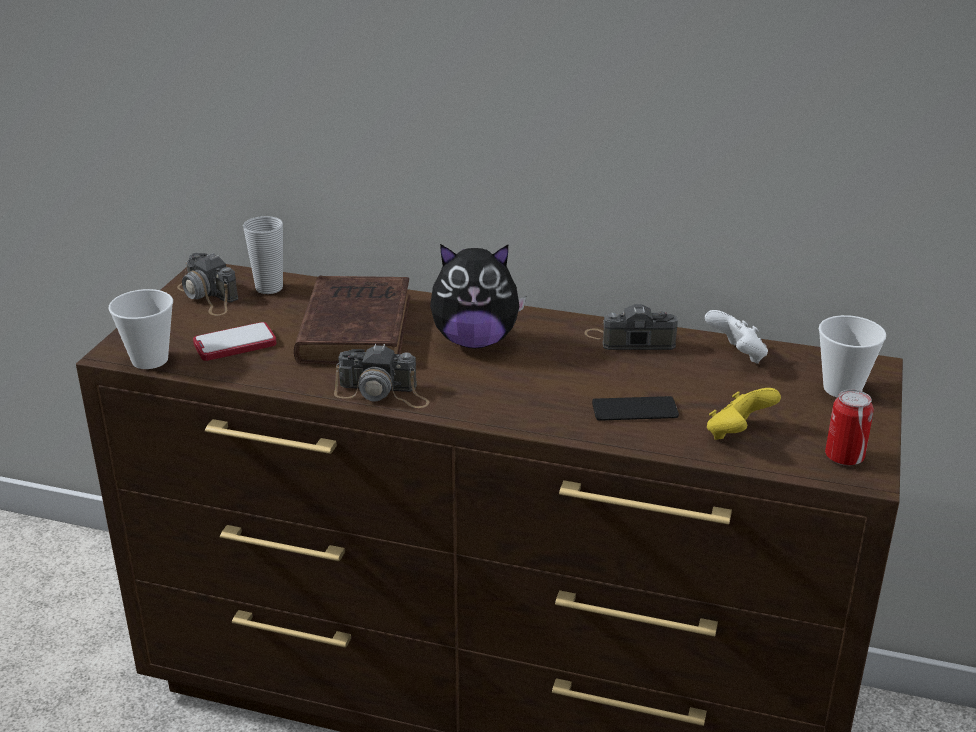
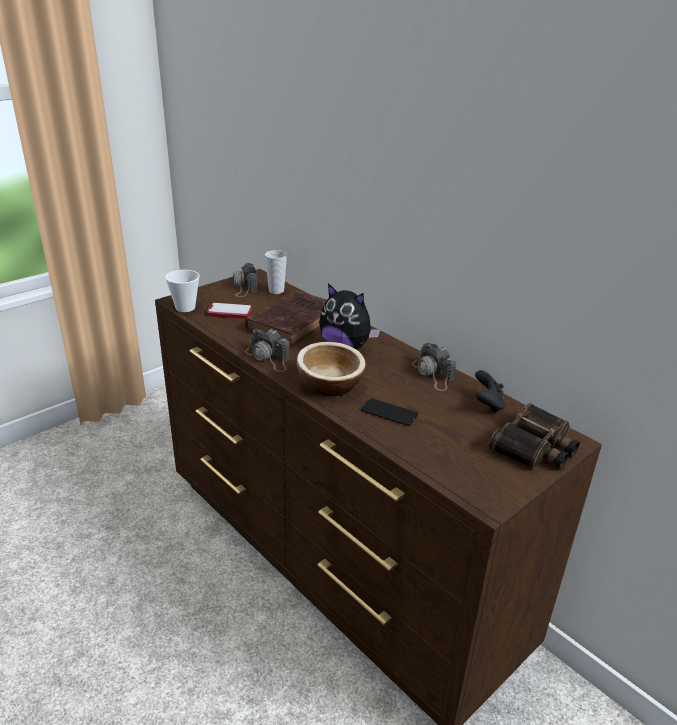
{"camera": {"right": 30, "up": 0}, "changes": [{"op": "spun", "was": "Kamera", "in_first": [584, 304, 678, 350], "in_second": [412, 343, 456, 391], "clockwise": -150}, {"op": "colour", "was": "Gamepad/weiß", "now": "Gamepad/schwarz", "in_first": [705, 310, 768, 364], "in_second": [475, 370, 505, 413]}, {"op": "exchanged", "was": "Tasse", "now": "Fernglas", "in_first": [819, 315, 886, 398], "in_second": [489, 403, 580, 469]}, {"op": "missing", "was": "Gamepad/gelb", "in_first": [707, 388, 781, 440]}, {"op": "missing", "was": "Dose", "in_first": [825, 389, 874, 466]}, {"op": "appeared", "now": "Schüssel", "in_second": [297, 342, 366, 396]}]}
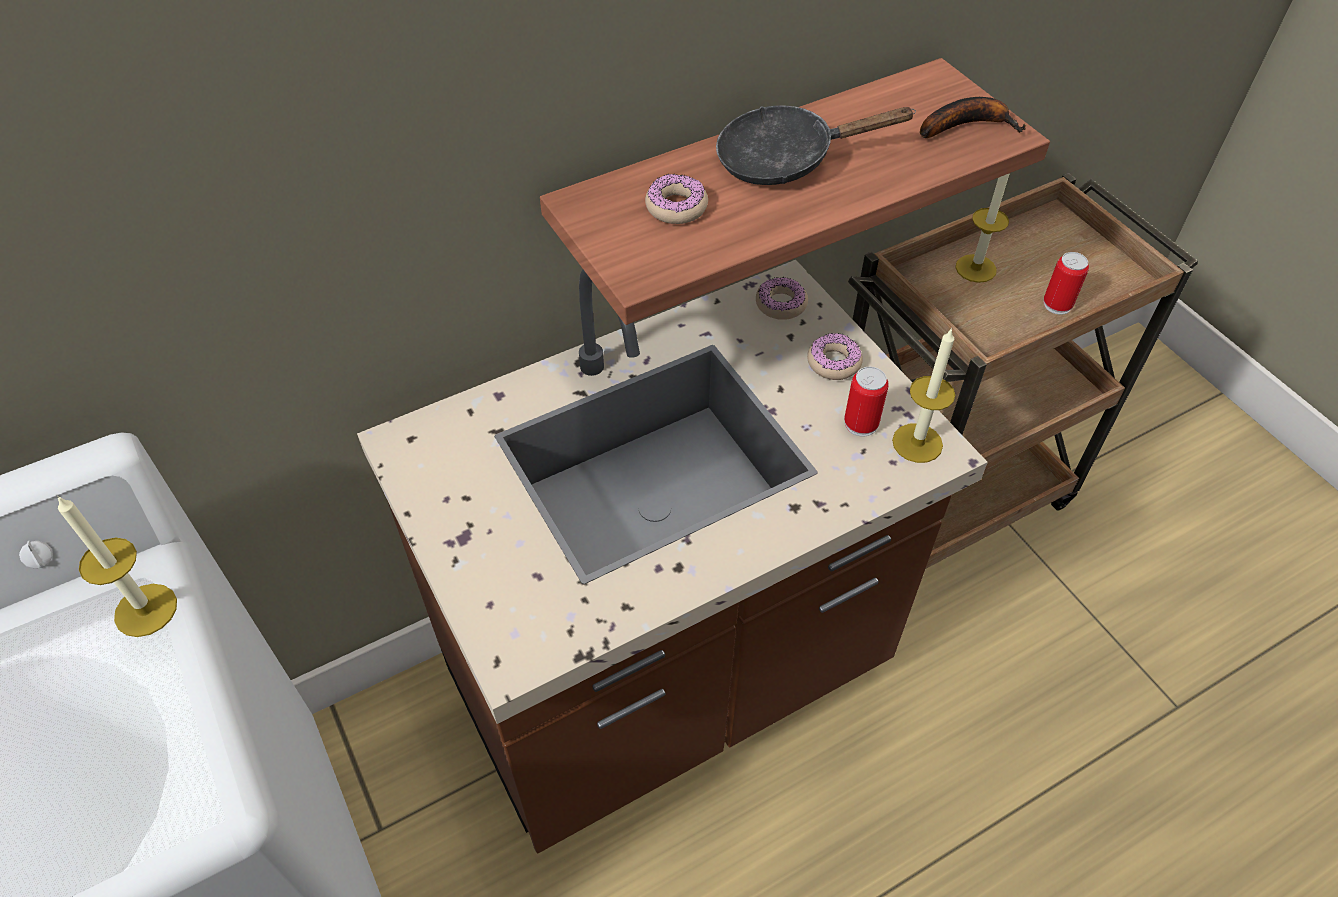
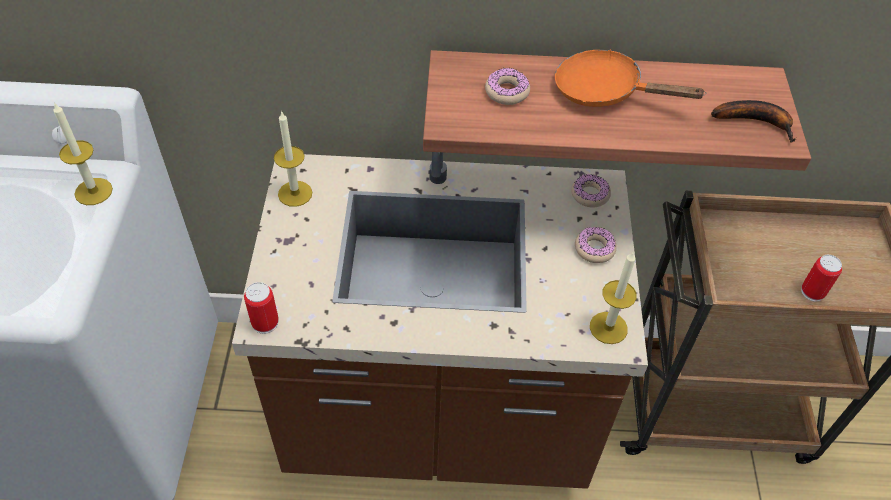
{"camera": {"right": 30, "up": 0}, "changes": [{"op": "colour", "was": "Pfanne/schwarz", "now": "Pfanne/orange", "in_first": [716, 105, 916, 185], "in_second": [555, 49, 706, 107]}, {"op": "relocated", "was": "Kerze", "in_first": [956, 173, 1010, 283], "in_second": [274, 111, 312, 207]}, {"op": "relocated", "was": "Dose", "in_first": [844, 367, 889, 437], "in_second": [244, 282, 279, 334]}]}
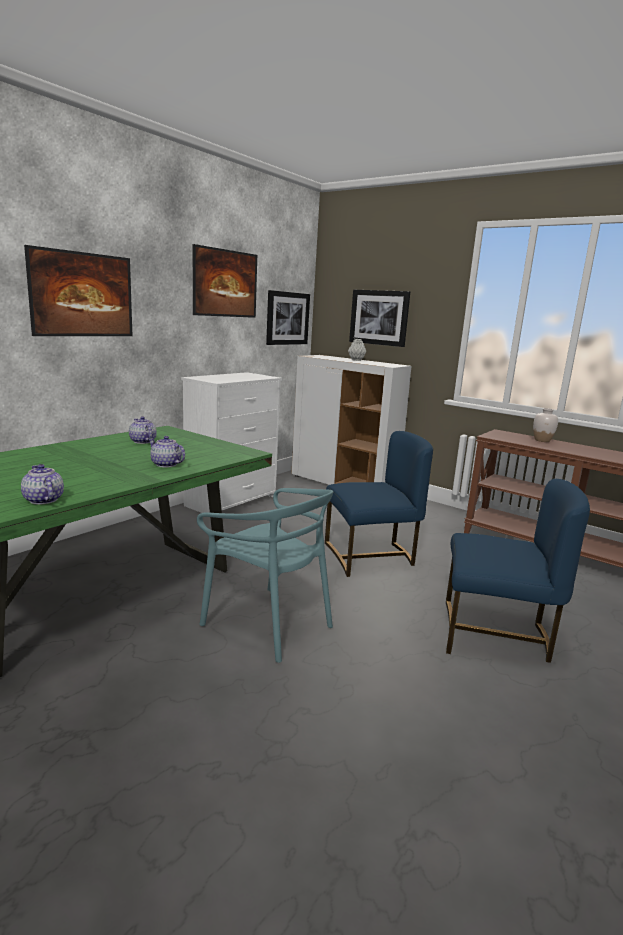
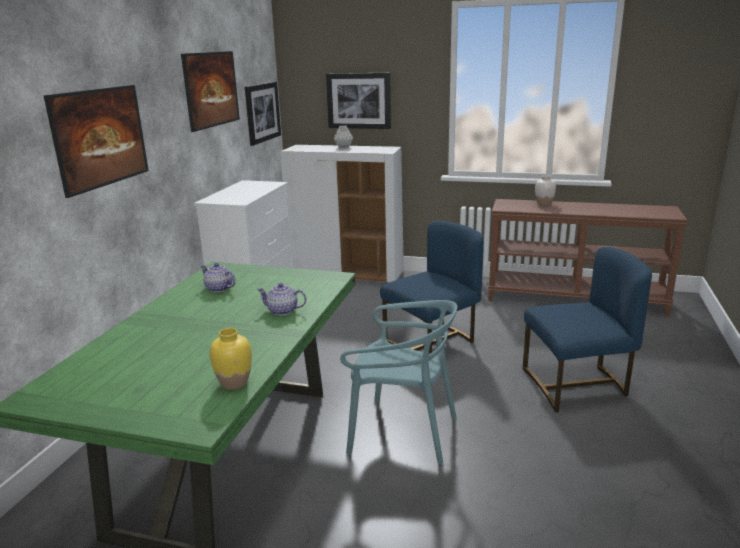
{"camera": {"right": -20, "up": 5}, "changes": [{"op": "exchanged", "was": "Teekanne", "now": "Vase/gelb", "in_first": [21, 464, 64, 504], "in_second": [210, 328, 252, 390]}]}
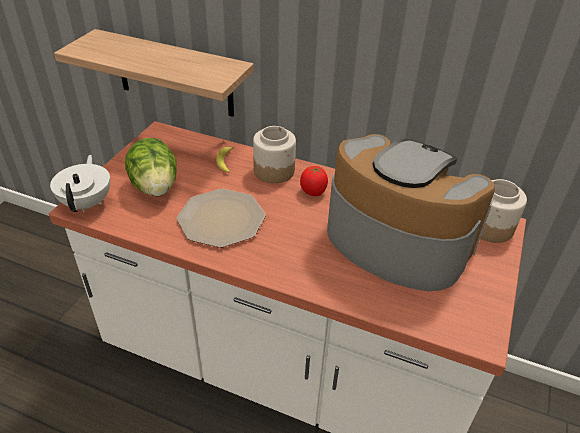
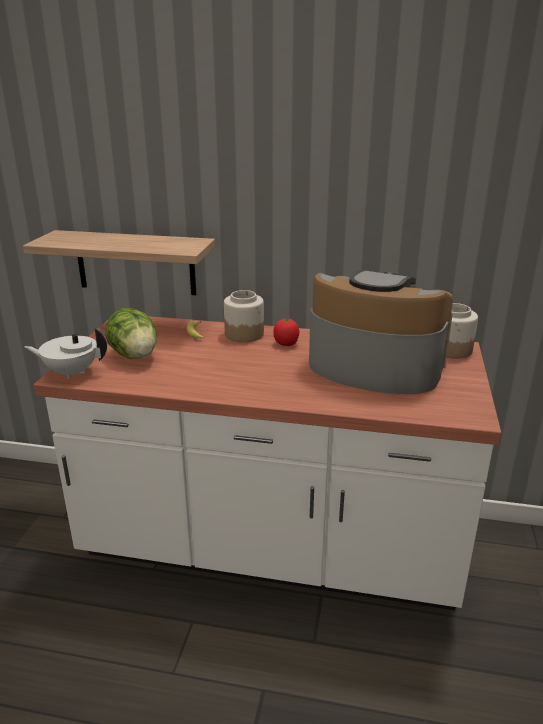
{"camera": {"right": -10, "up": -15}, "changes": [{"op": "spun", "was": "Teekanne/weiß", "in_first": [50, 155, 110, 212], "in_second": [24, 328, 107, 379], "clockwise": -75}, {"op": "missing", "was": "Teller", "in_first": [177, 189, 265, 248]}]}
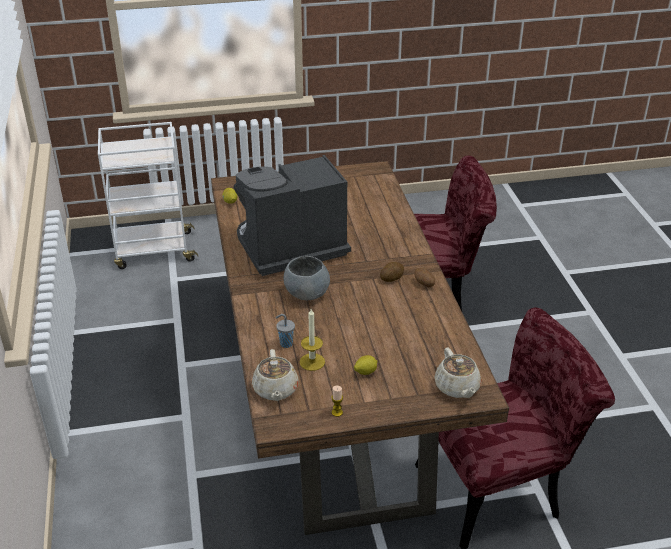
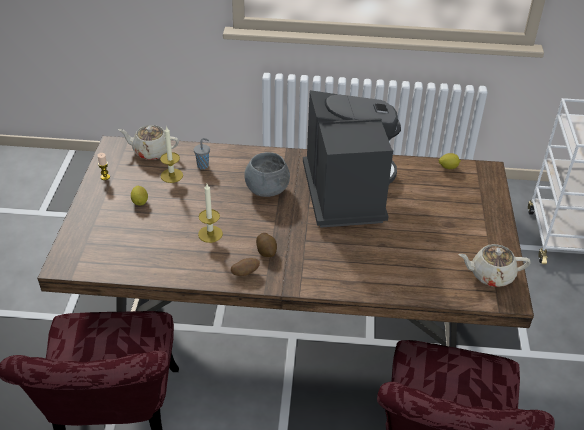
{"camera": {"right": 105, "up": 5}, "changes": [{"op": "relocated", "was": "Teekanne/beige", "in_first": [434, 348, 481, 398], "in_second": [459, 244, 531, 287]}, {"op": "appeared", "now": "Kerze", "in_second": [198, 184, 223, 243]}]}
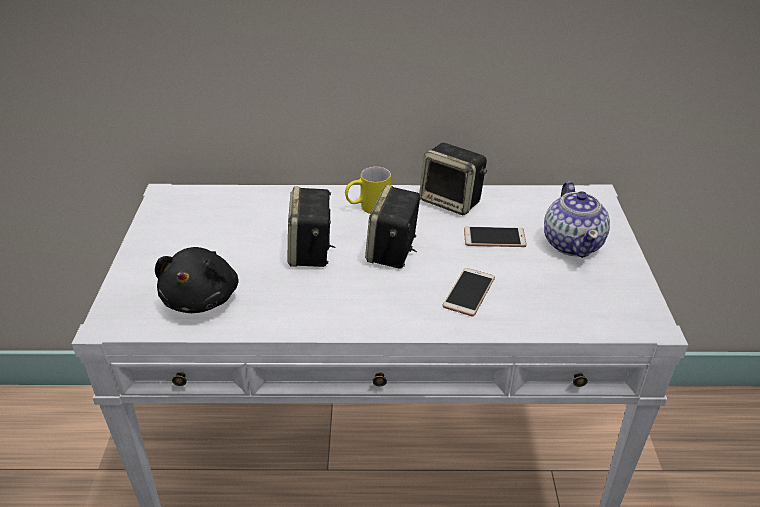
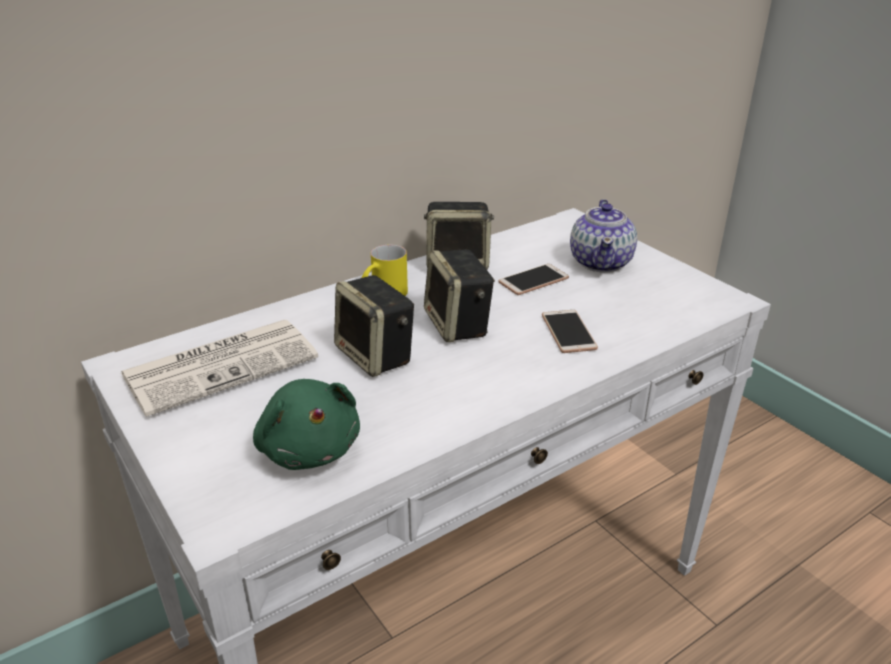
{"camera": {"right": -35, "up": -5}, "changes": [{"op": "spun", "was": "Teekanne", "in_first": [544, 182, 610, 258], "in_second": [570, 199, 637, 272], "clockwise": 45}, {"op": "colour", "was": "Plüschtier/schwarz", "now": "Plüschtier/grün", "in_first": [155, 247, 239, 313], "in_second": [253, 379, 360, 470]}, {"op": "appeared", "now": "Zeitung", "in_second": [121, 320, 318, 417]}]}
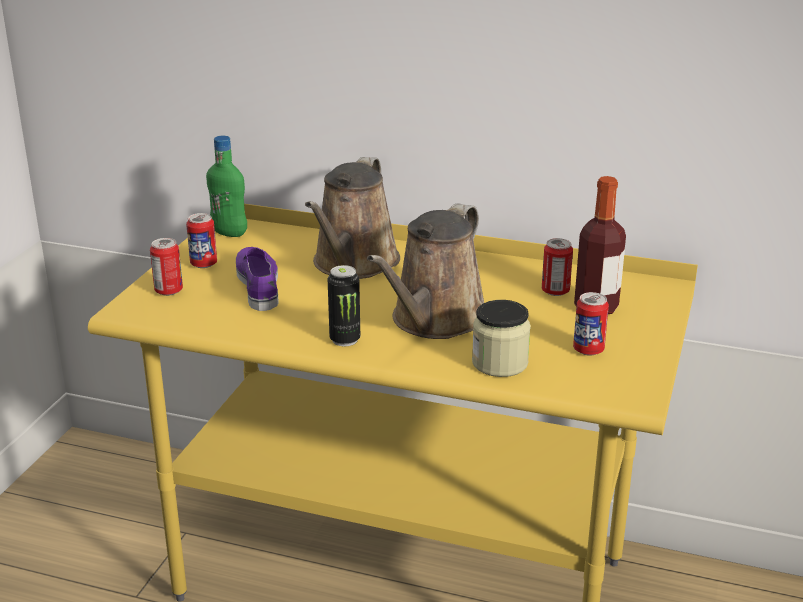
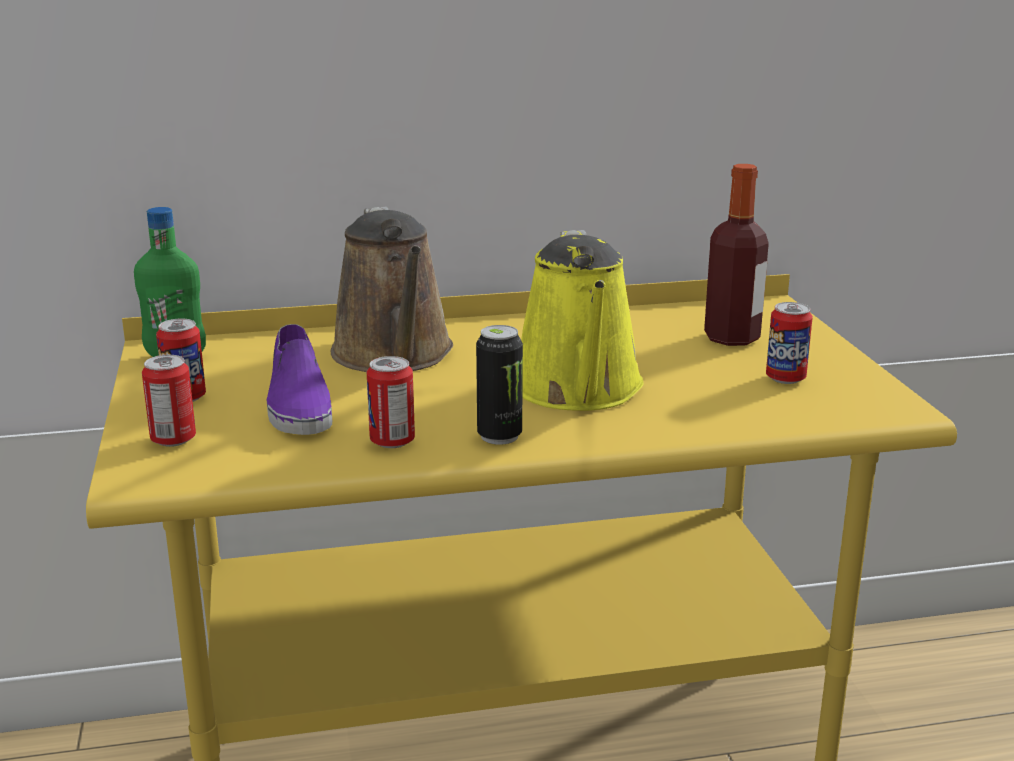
{"camera": {"right": -30, "up": -5}, "changes": [{"op": "colour", "was": "Gießkanne/braun", "now": "Gießkanne/gelb", "in_first": [367, 204, 484, 339], "in_second": [521, 230, 644, 411]}, {"op": "relocated", "was": "Dose", "in_first": [542, 238, 573, 296], "in_second": [367, 356, 415, 448]}, {"op": "spun", "was": "Schuh/lila", "in_first": [236, 247, 279, 311], "in_second": [266, 324, 332, 435], "clockwise": -150}, {"op": "missing", "was": "Vorratsglas", "in_first": [472, 300, 531, 377]}]}
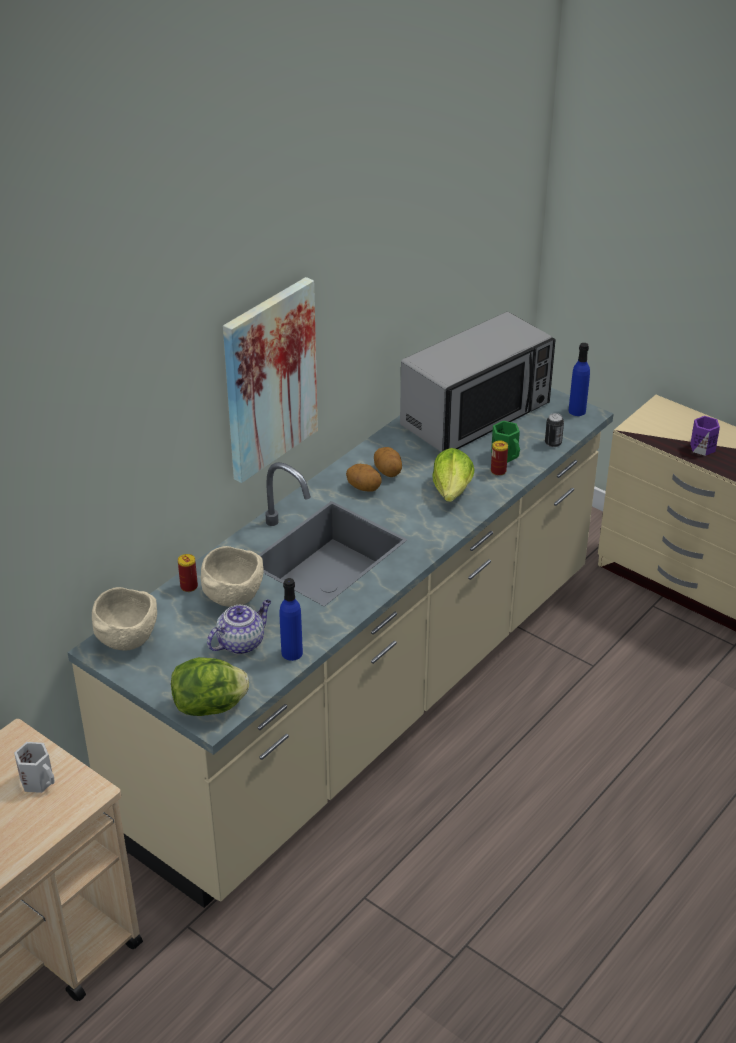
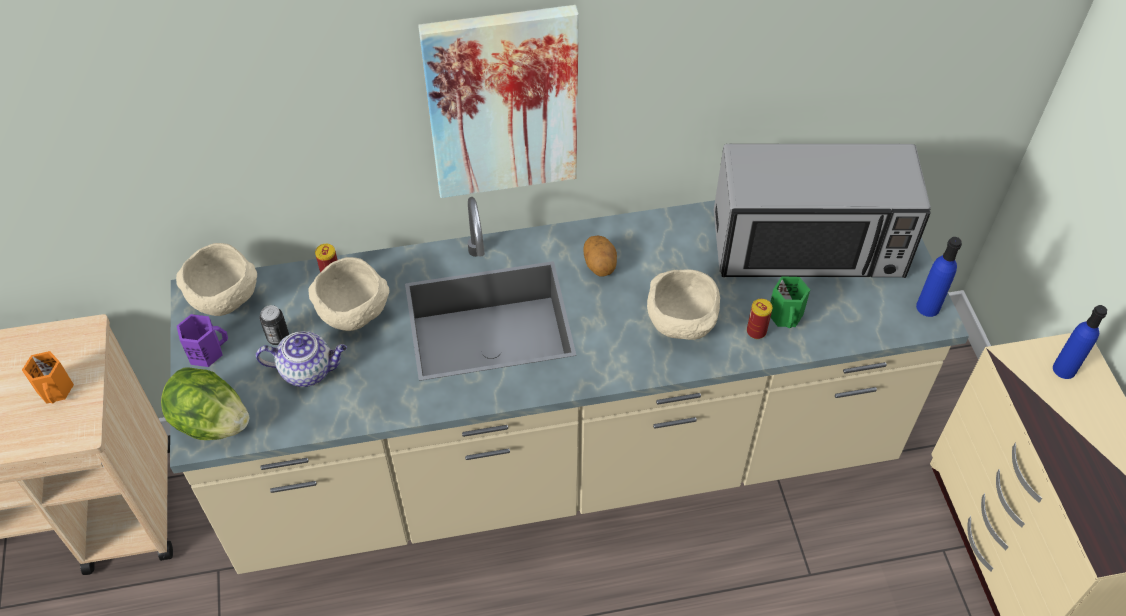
{"camera": {"right": 40, "up": 15}, "changes": [{"op": "relocated", "was": "Dose", "in_first": [545, 413, 564, 447], "in_second": [259, 305, 289, 345]}, {"op": "relocated", "was": "Henkelbecher/lila", "in_first": [690, 416, 720, 456], "in_second": [177, 314, 228, 367]}, {"op": "missing", "was": "Kartoffel", "in_first": [374, 447, 402, 477]}, {"op": "exchanged", "was": "Salatkopf", "now": "Schüssel/beige", "in_first": [433, 448, 474, 502], "in_second": [647, 269, 720, 340]}, {"op": "relocated", "was": "Flasche/blau", "in_first": [280, 578, 303, 661], "in_second": [1053, 305, 1107, 379]}, {"op": "colour", "was": "Henkelbecher/weiß", "now": "Henkelbecher/orange", "in_first": [14, 742, 55, 793], "in_second": [22, 351, 74, 403]}]}
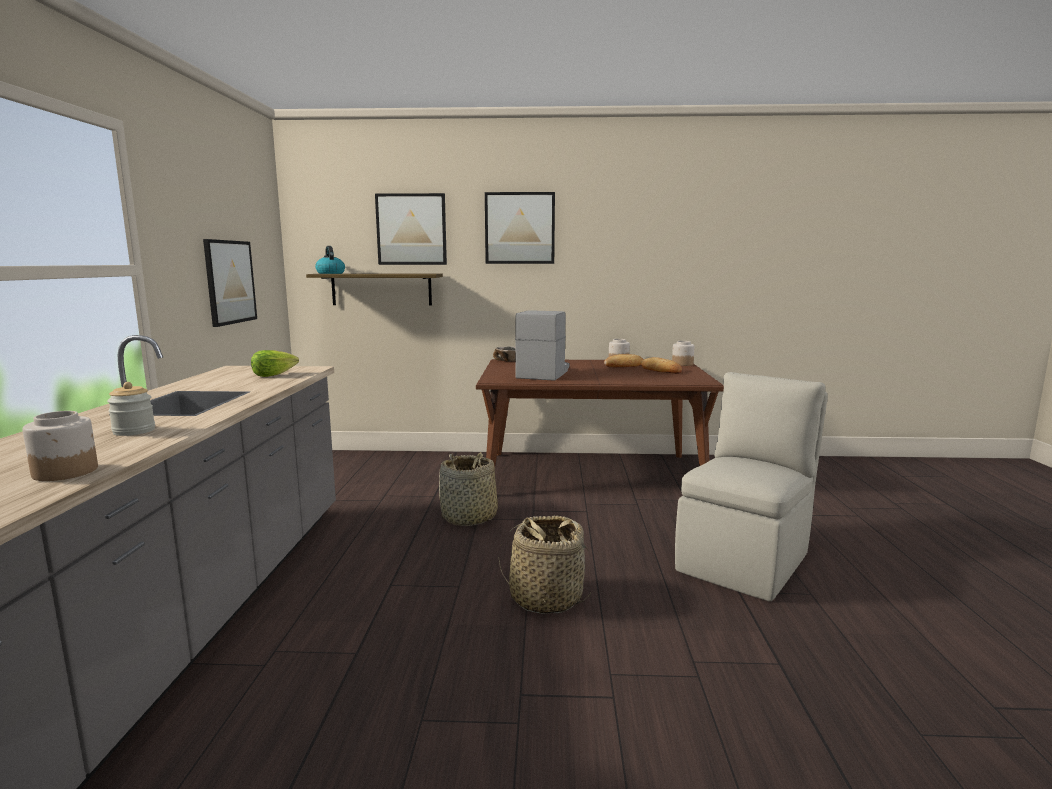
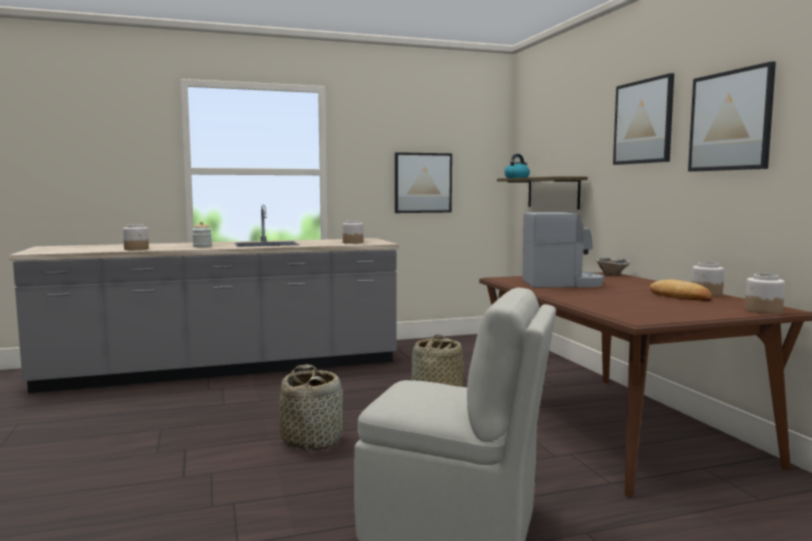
{"camera": {"right": 70, "up": -5}, "changes": [{"op": "relocated", "was": "Bild", "in_first": [375, 193, 447, 265], "in_second": [688, 61, 776, 172]}, {"op": "exchanged", "was": "Salatkopf", "now": "Vorratsglas", "in_first": [251, 350, 299, 377], "in_second": [343, 220, 363, 244]}, {"op": "missing", "was": "Brot", "in_first": [641, 357, 682, 374]}]}
